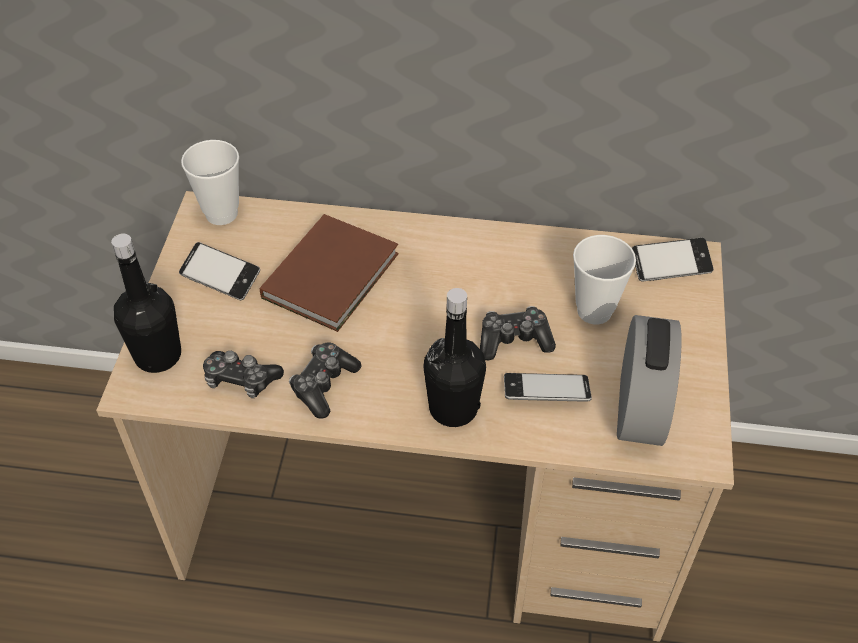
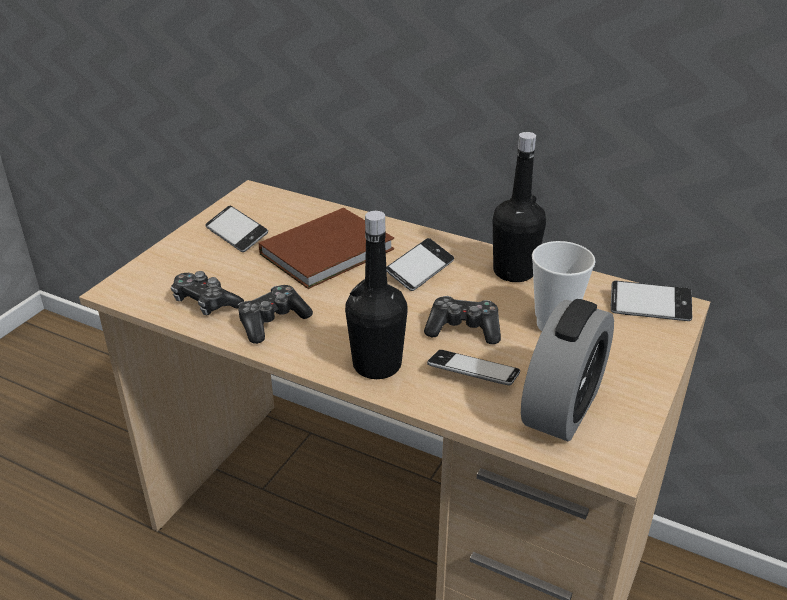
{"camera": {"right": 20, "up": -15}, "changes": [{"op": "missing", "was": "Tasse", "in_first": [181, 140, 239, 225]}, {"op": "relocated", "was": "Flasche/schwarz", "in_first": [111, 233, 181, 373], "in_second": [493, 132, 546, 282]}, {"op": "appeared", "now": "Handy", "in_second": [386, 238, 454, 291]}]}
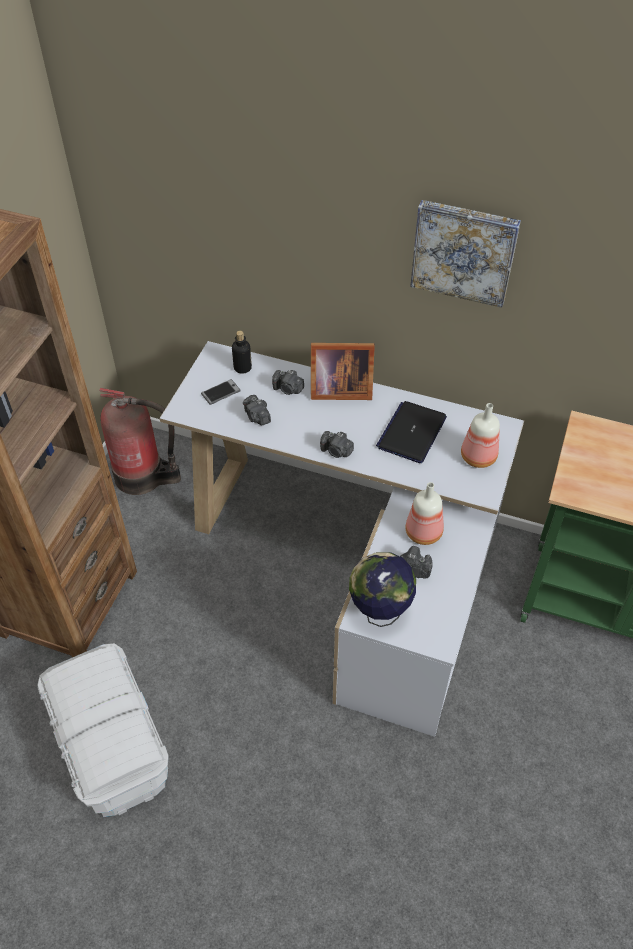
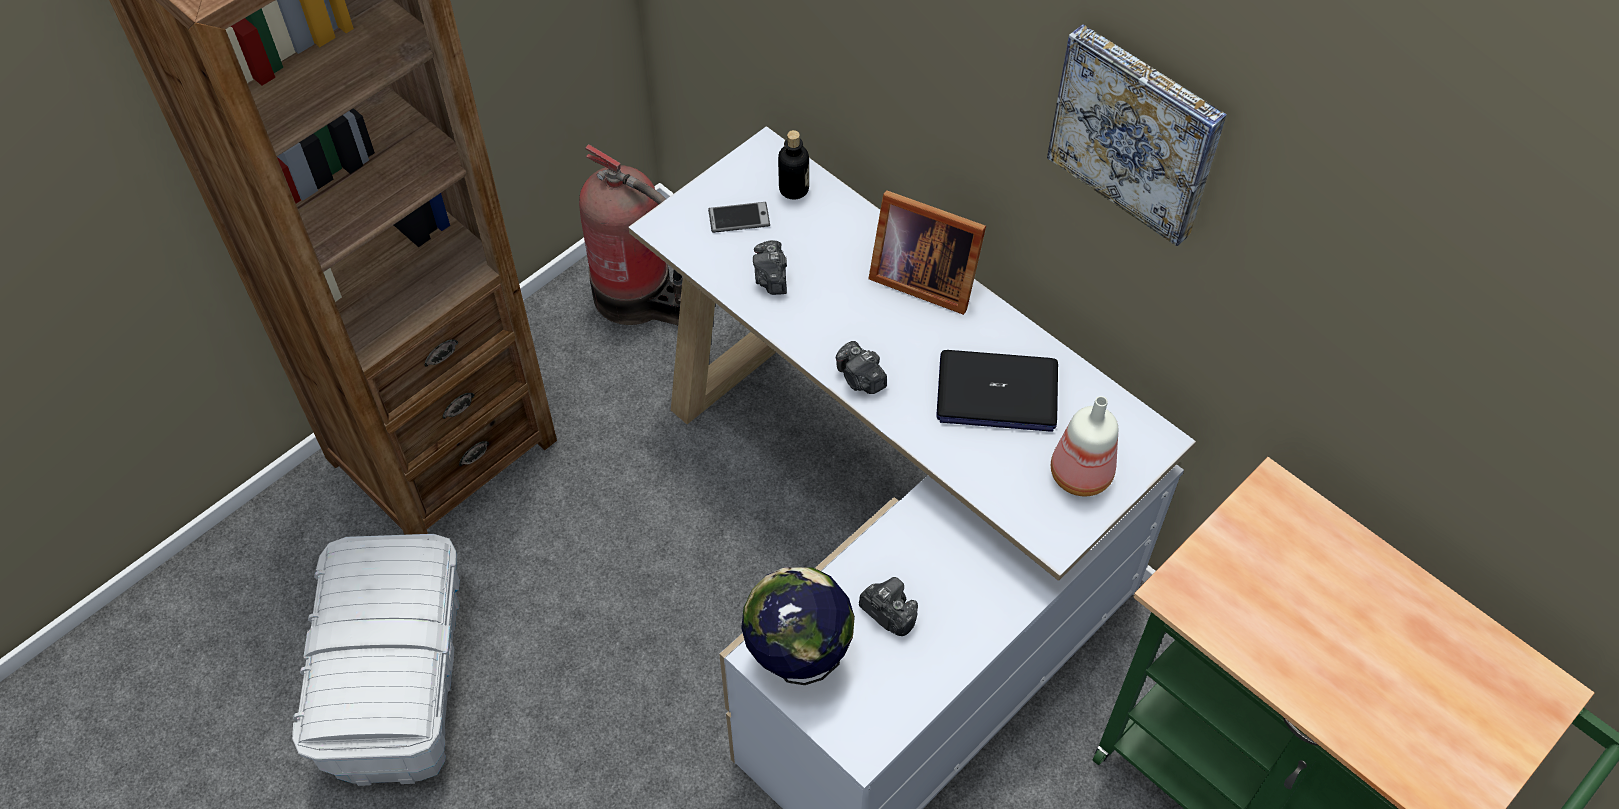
{"camera": {"right": 25, "up": 5}, "changes": [{"op": "missing", "was": "Kamera", "in_first": [272, 370, 304, 395]}, {"op": "spun", "was": "Laptop", "in_first": [376, 401, 447, 463], "in_second": [936, 350, 1058, 432], "clockwise": -135}, {"op": "missing", "was": "Flasche", "in_first": [406, 482, 444, 545]}]}
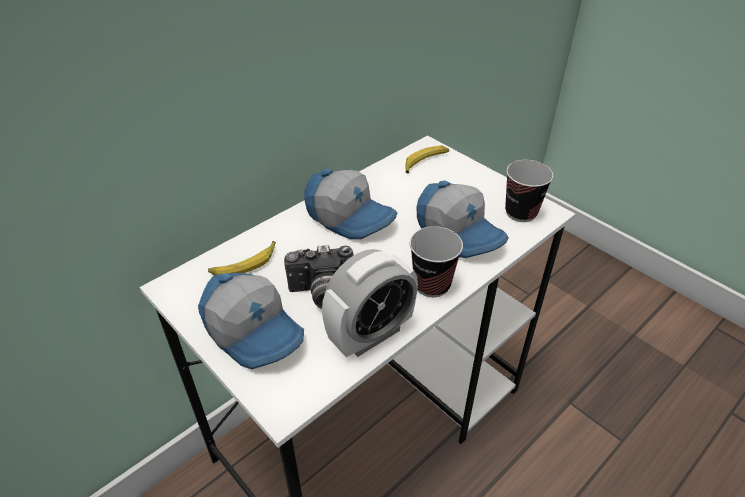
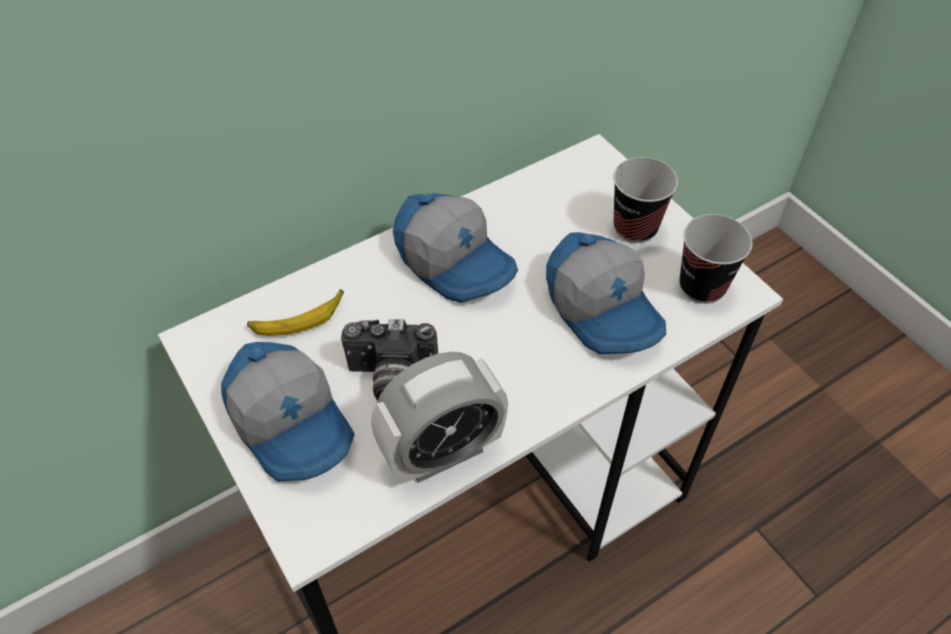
{"camera": {"right": 10, "up": 10}, "changes": [{"op": "missing", "was": "Banane", "in_first": [405, 145, 449, 174]}, {"op": "relocated", "was": "Tasse", "in_first": [410, 226, 463, 297], "in_second": [613, 157, 678, 243]}]}
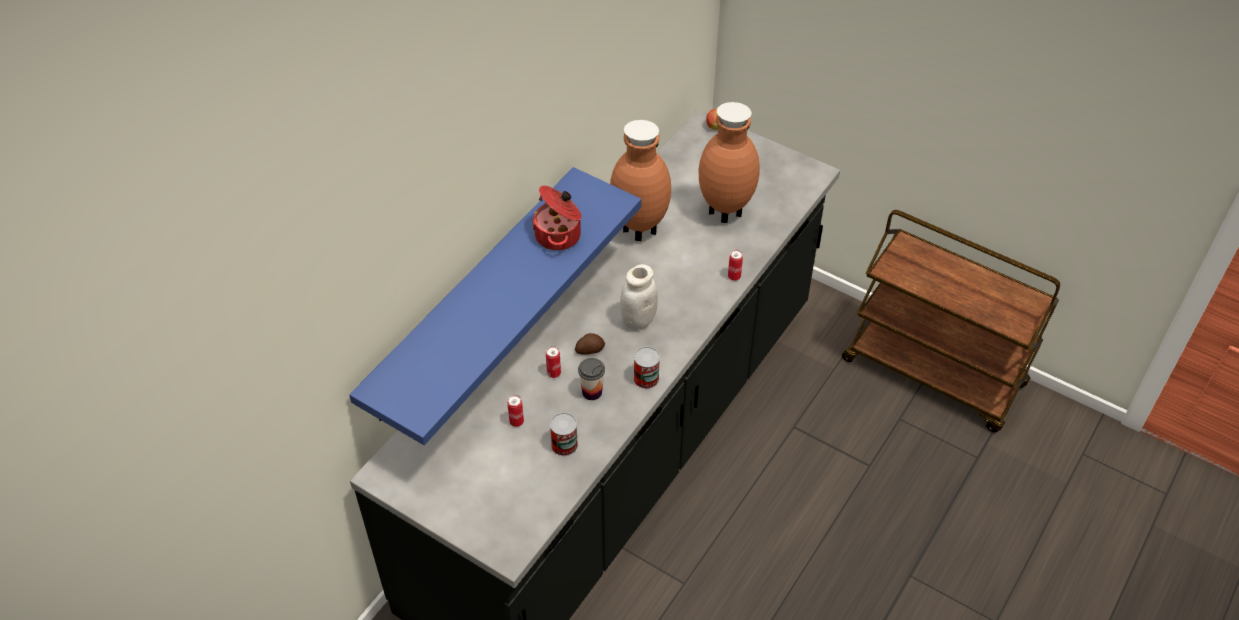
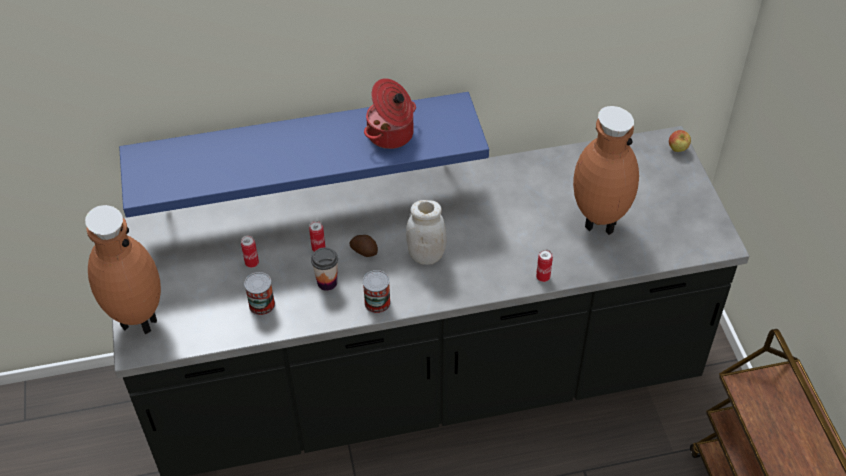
{"camera": {"right": 45, "up": 0}, "changes": [{"op": "relocated", "was": "Vase/braun", "in_first": [610, 120, 671, 241], "in_second": [85, 205, 161, 334]}]}
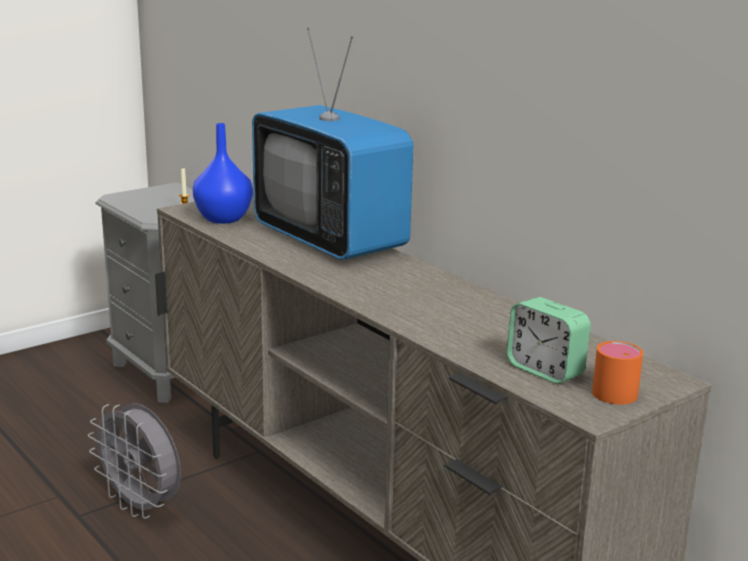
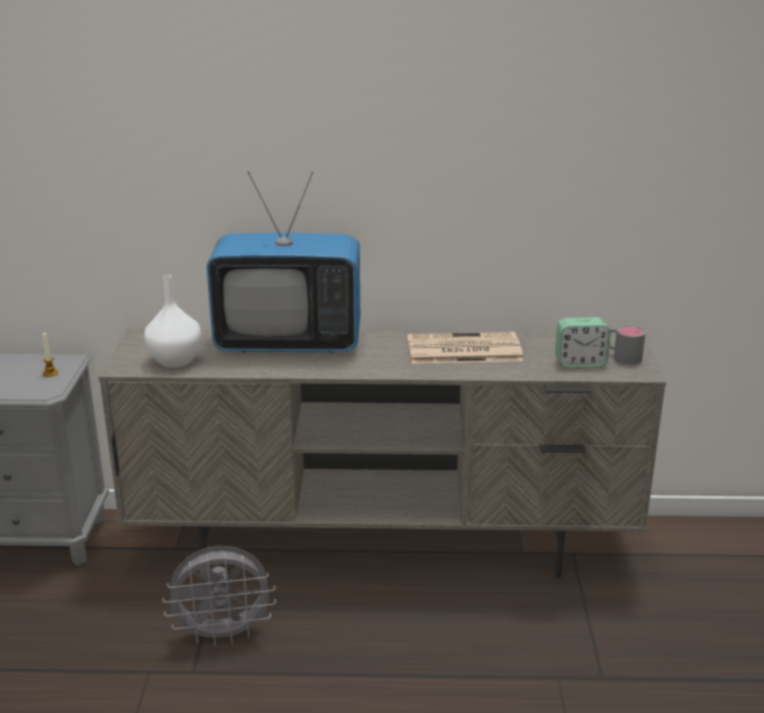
{"camera": {"right": -50, "up": 5}, "changes": [{"op": "colour", "was": "Vase/blau", "now": "Vase/weiß", "in_first": [193, 123, 253, 224], "in_second": [144, 275, 202, 367]}, {"op": "colour", "was": "Henkelbecher/orange", "now": "Henkelbecher/grau", "in_first": [592, 341, 643, 405], "in_second": [609, 325, 646, 365]}, {"op": "appeared", "now": "Zeitung", "in_second": [407, 332, 523, 364]}]}
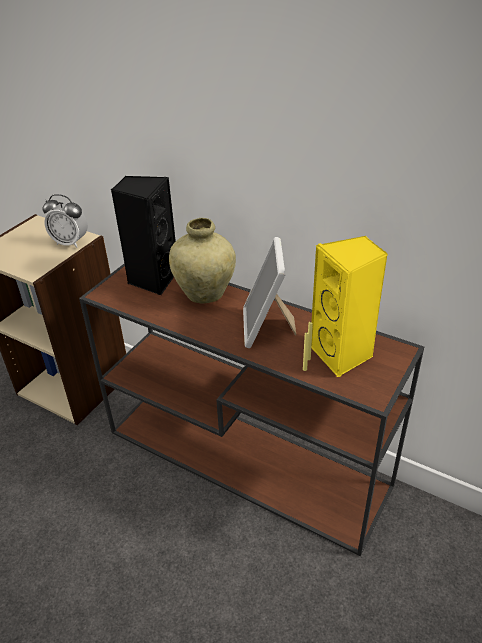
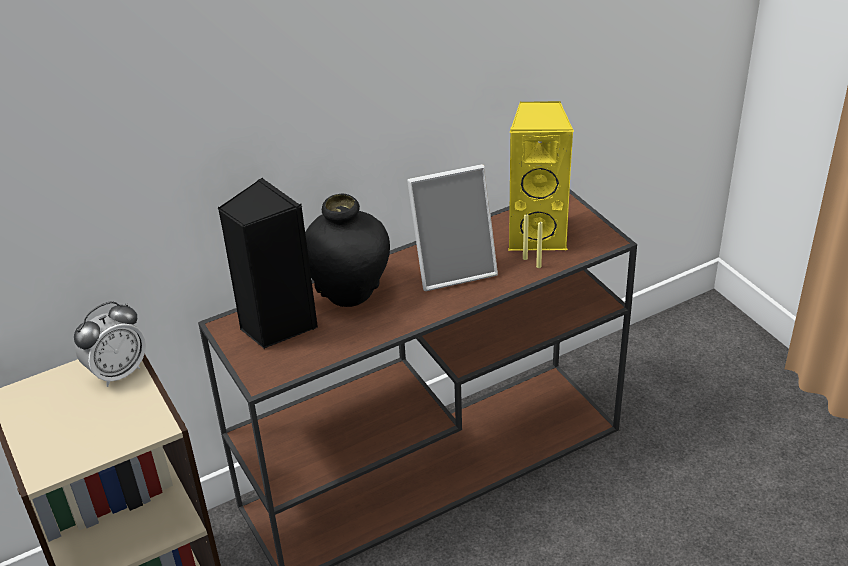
{"camera": {"right": -60, "up": 0}, "changes": [{"op": "colour", "was": "Vase/beige", "now": "Vase/schwarz", "in_first": [169, 218, 236, 304], "in_second": [305, 194, 390, 307]}, {"op": "spun", "was": "Bilderrahmen", "in_first": [243, 237, 296, 348], "in_second": [407, 164, 498, 291], "clockwise": -45}]}
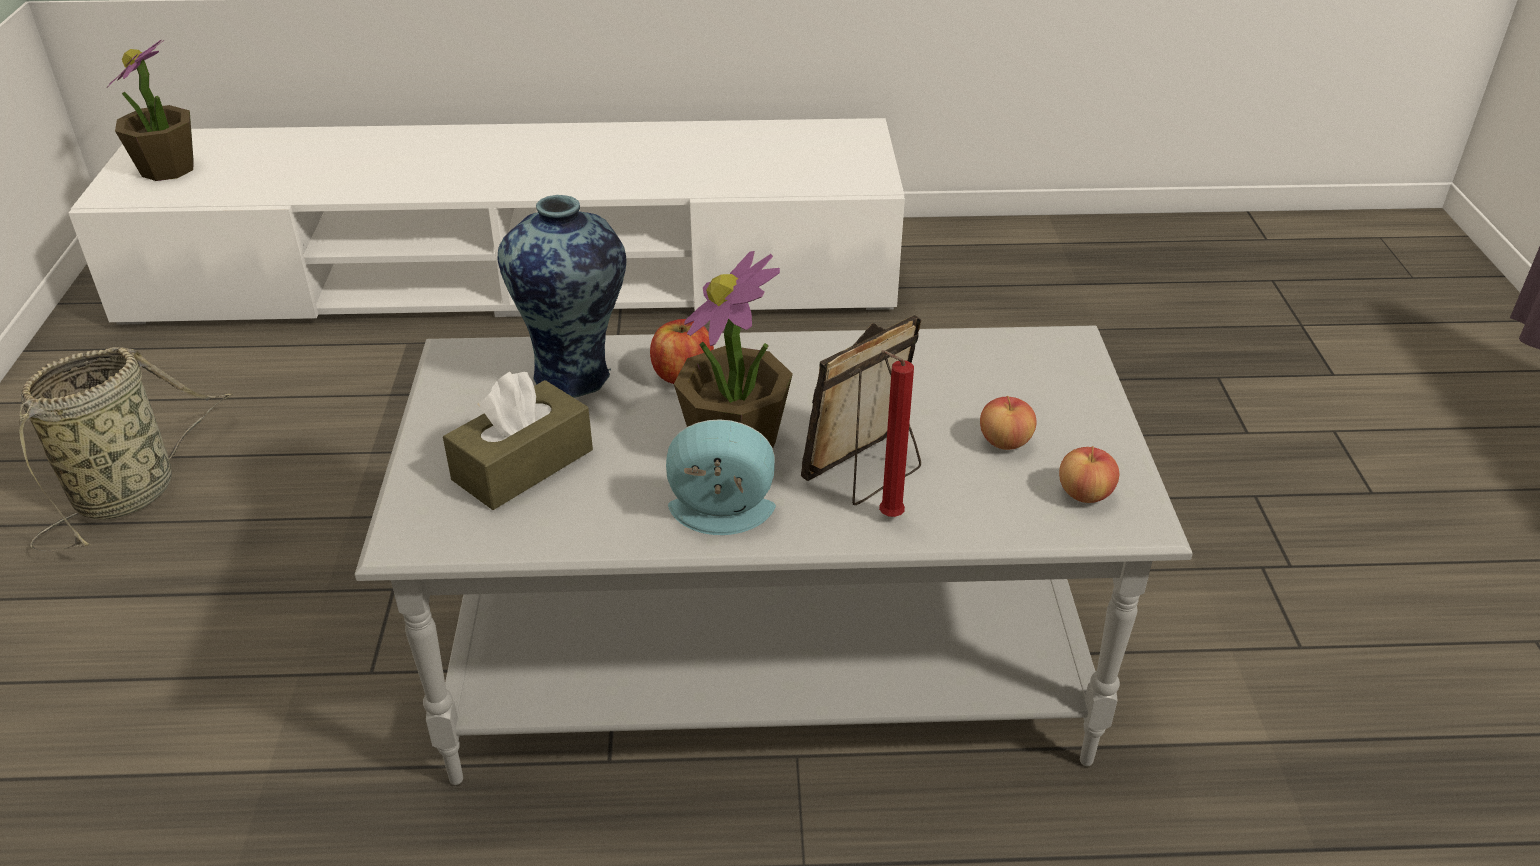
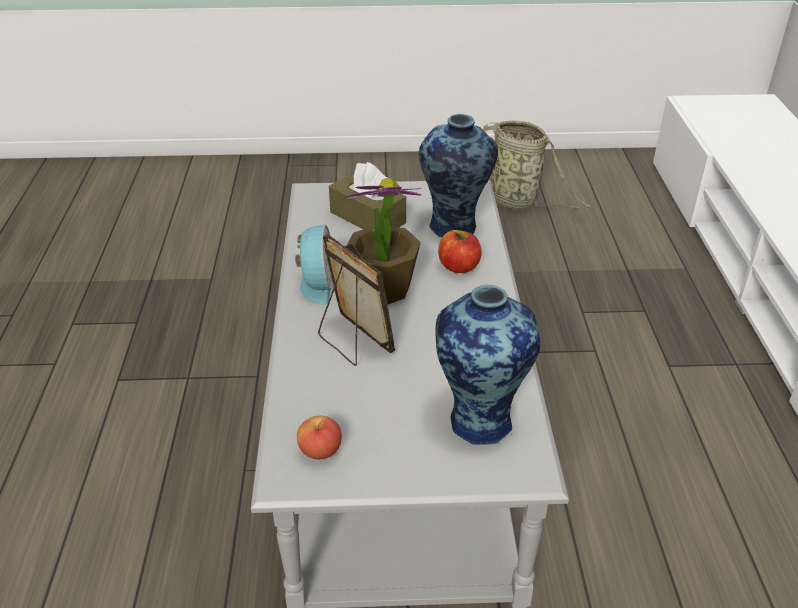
{"camera": {"right": 90, "up": 0}, "changes": [{"op": "missing", "was": "Topfpflanze", "in_first": [107, 40, 194, 181]}, {"op": "missing", "was": "Kerze/rot", "in_first": [879, 350, 914, 517]}, {"op": "missing", "was": "Apfel", "in_first": [980, 396, 1037, 450]}, {"op": "appeared", "now": "Vase", "in_second": [436, 285, 540, 445]}]}
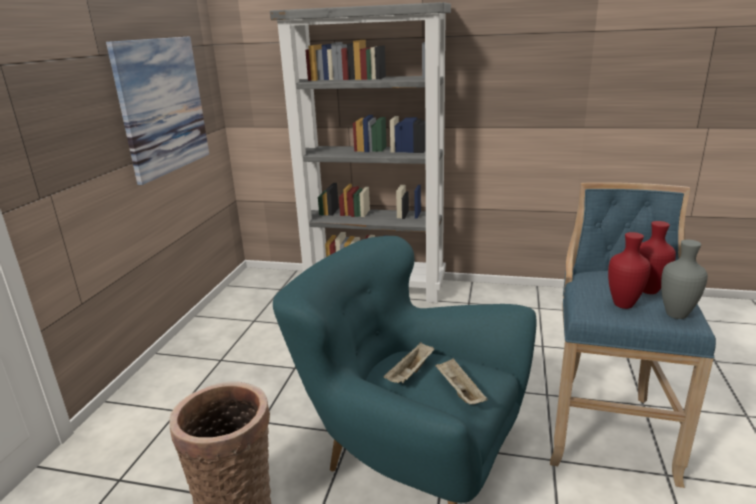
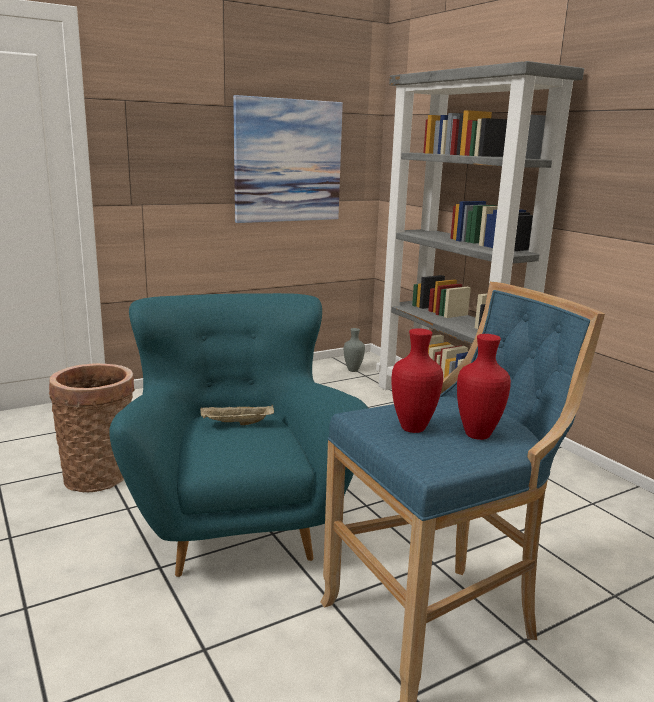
{"camera": {"right": 45, "up": -5}, "changes": [{"op": "relocated", "was": "Vase/grau", "in_first": [661, 240, 708, 319], "in_second": [344, 328, 365, 372]}, {"op": "missing", "was": "Tablett/beige", "in_first": [435, 359, 488, 404]}]}
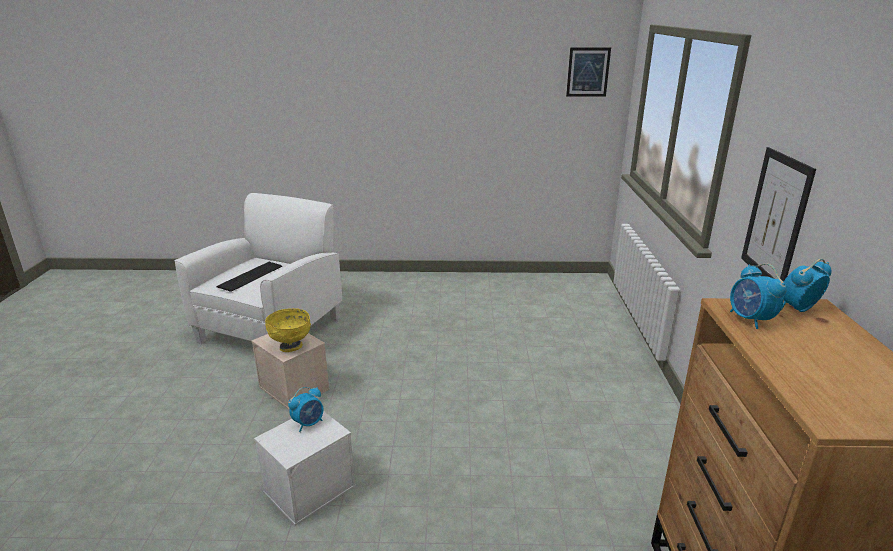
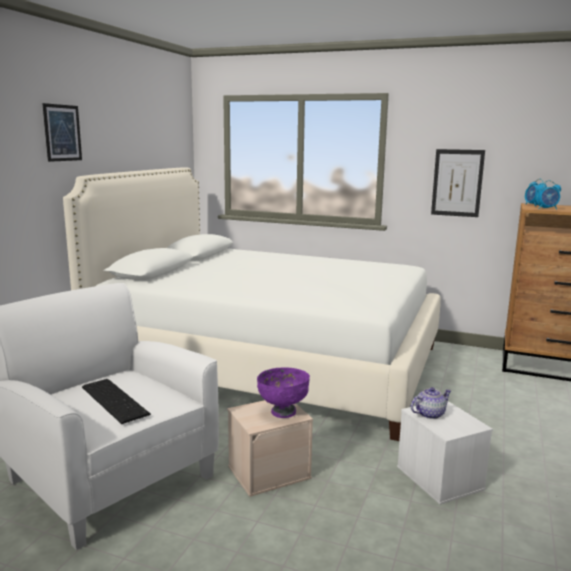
{"camera": {"right": -70, "up": -10}, "changes": [{"op": "relocated", "was": "Bild", "in_first": [566, 47, 611, 97], "in_second": [42, 103, 82, 162]}, {"op": "colour", "was": "Schüssel/gelb", "now": "Schüssel/lila", "in_first": [265, 308, 311, 352], "in_second": [257, 367, 310, 418]}, {"op": "exchanged", "was": "Wecker", "now": "Teekanne", "in_first": [288, 387, 324, 432], "in_second": [410, 387, 452, 419]}, {"op": "appeared", "now": "Bett/weiß", "in_second": [63, 167, 441, 441]}]}
